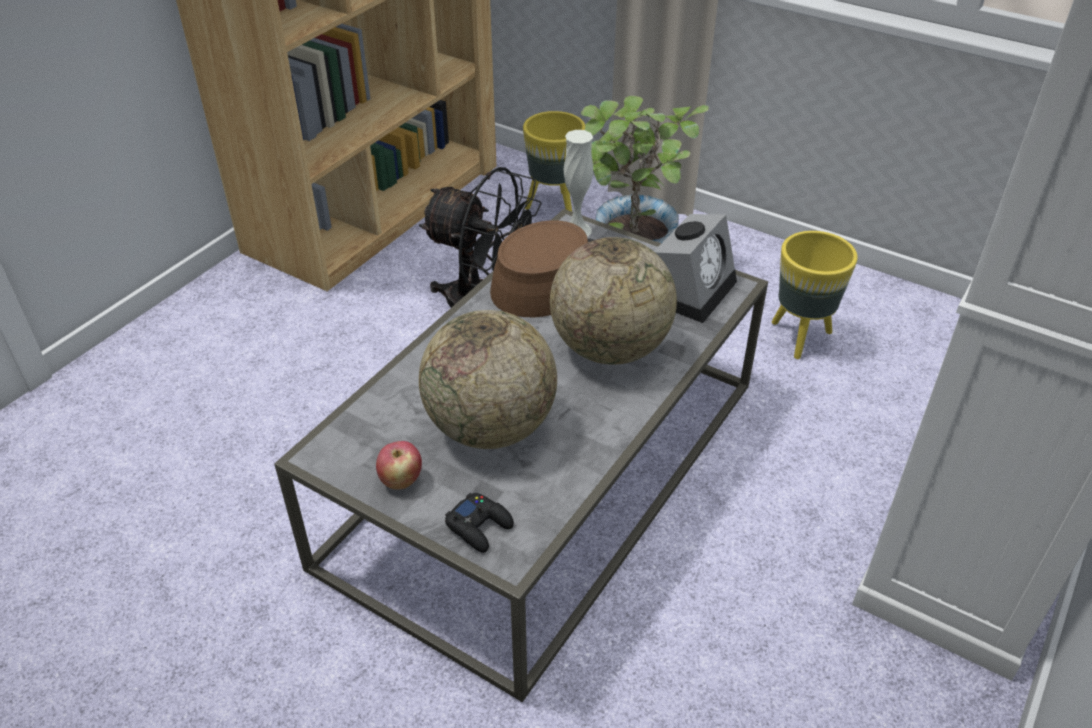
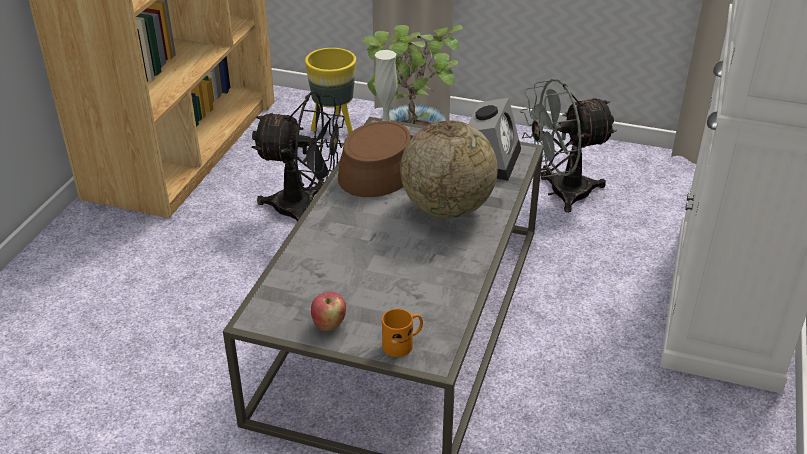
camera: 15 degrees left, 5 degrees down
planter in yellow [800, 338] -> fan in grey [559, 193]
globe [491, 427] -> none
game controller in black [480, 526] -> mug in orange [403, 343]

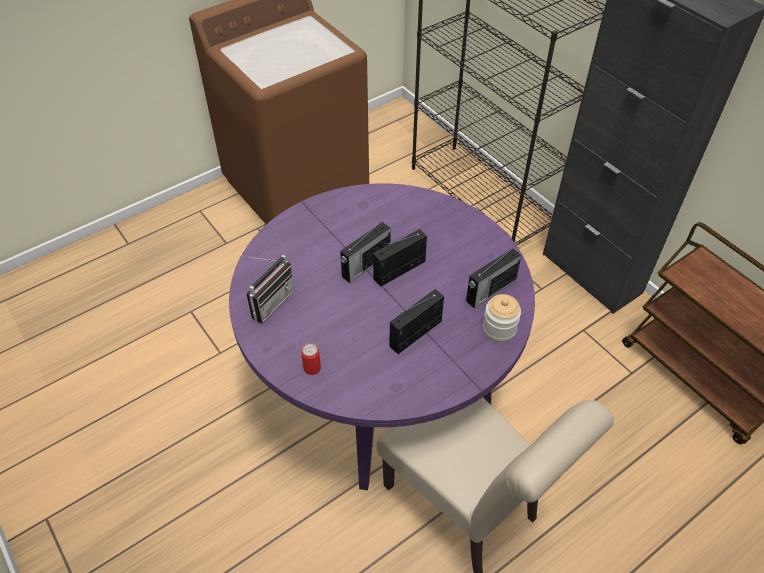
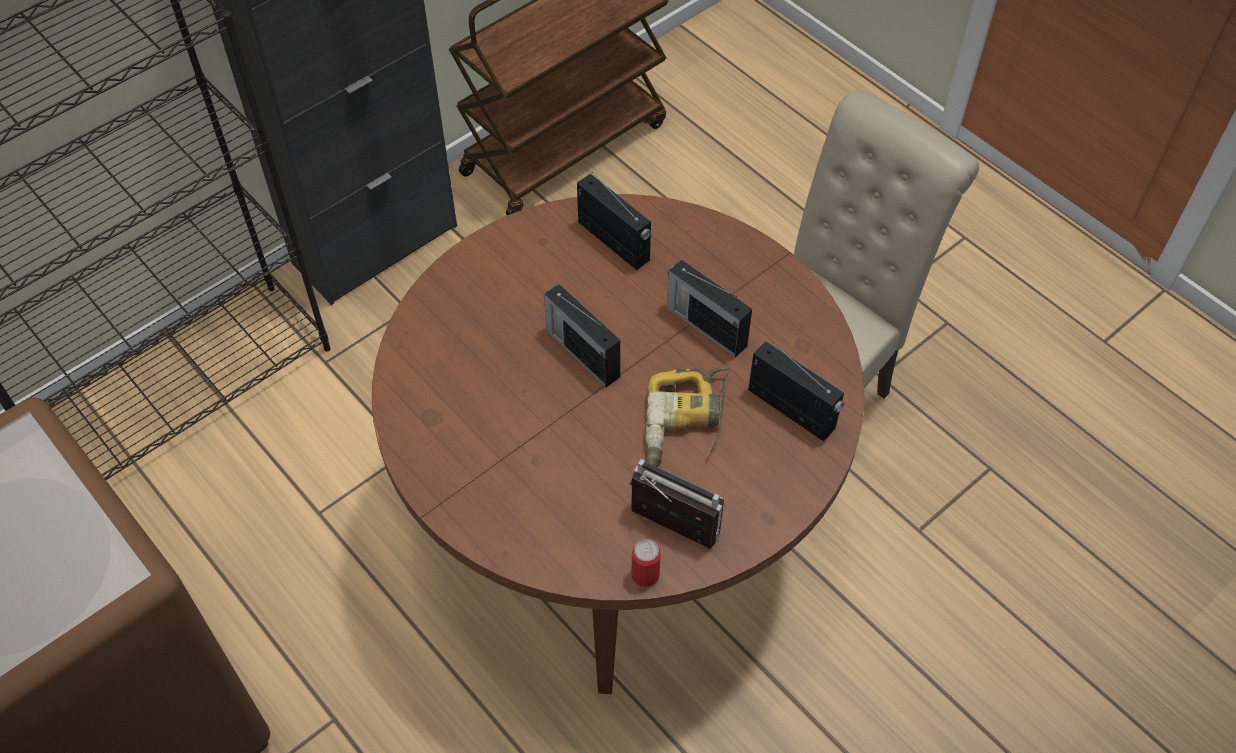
camera: 95 degrees left, 5 degrees up
dining table in purple [382, 387] -> dining table in brown [617, 524]
radio [365, 265] -> radio [792, 410], move
jar [499, 329] -> none
can [312, 368] -> can [645, 574], move
none -> power drill [685, 424]

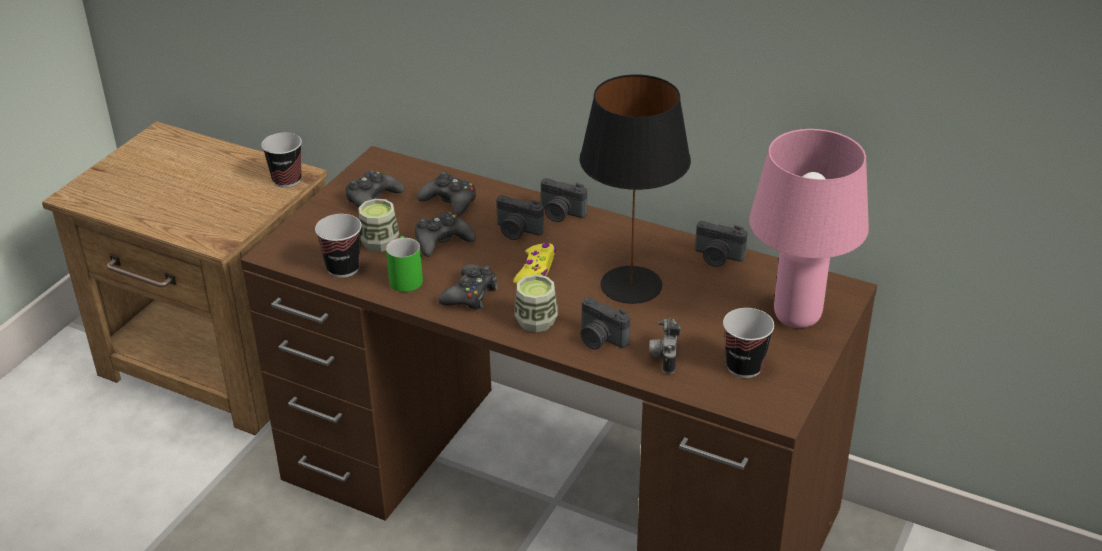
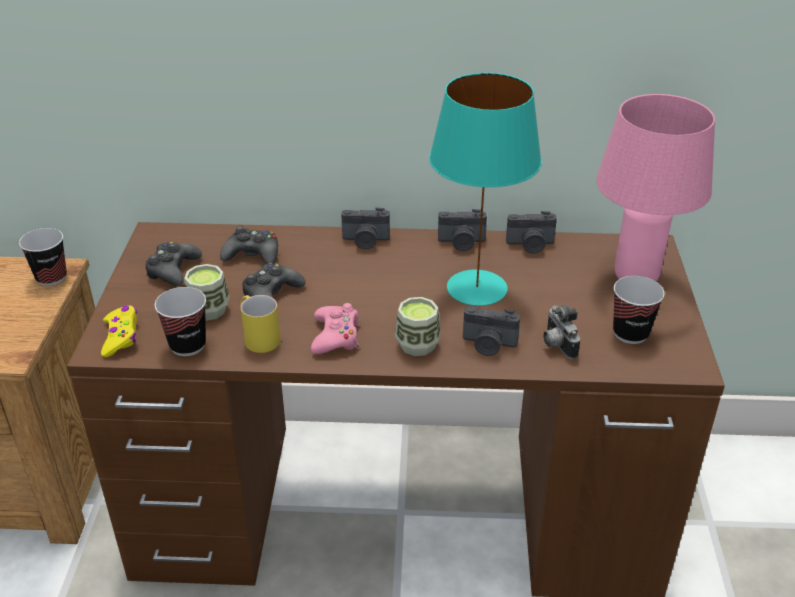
camera: 25 degrees left, 0 degrees up
table lamp in black [631, 286] -> table lamp in turquoise [477, 288]
photo camera [517, 231] -> photo camera [461, 243], move
mug in green [405, 276] -> mug in yellow [258, 336]
game controller in yellow [535, 270] -> game controller in yellow [121, 336], move
game controller in black [470, 295] -> game controller in pink [336, 337]

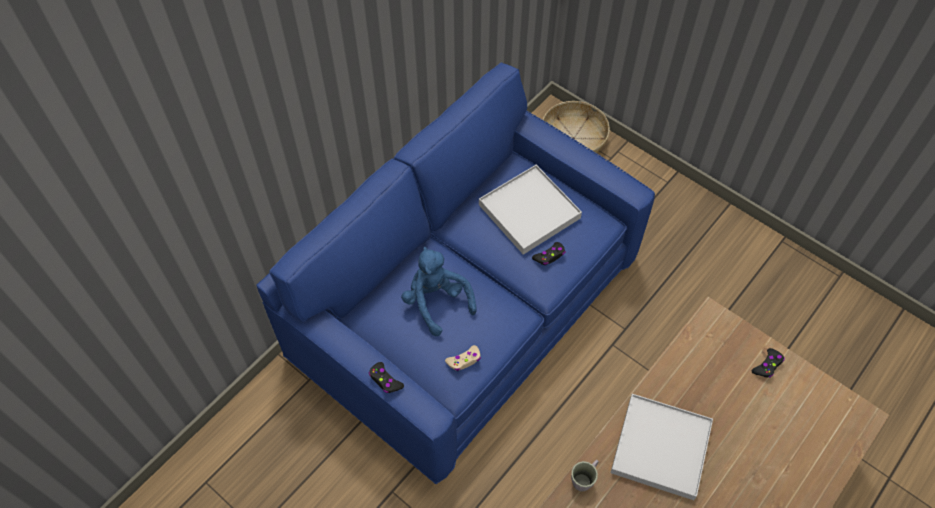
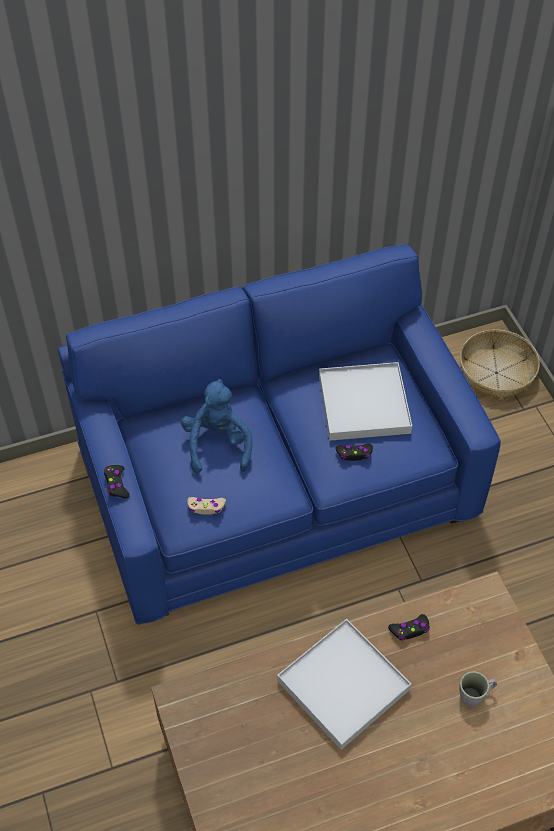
camera: 30 degrees right, 5 degrees down
game controller in black [767, 365] -> game controller in black [410, 630], move
mug in grey [584, 478] -> mug in grey [475, 695], move

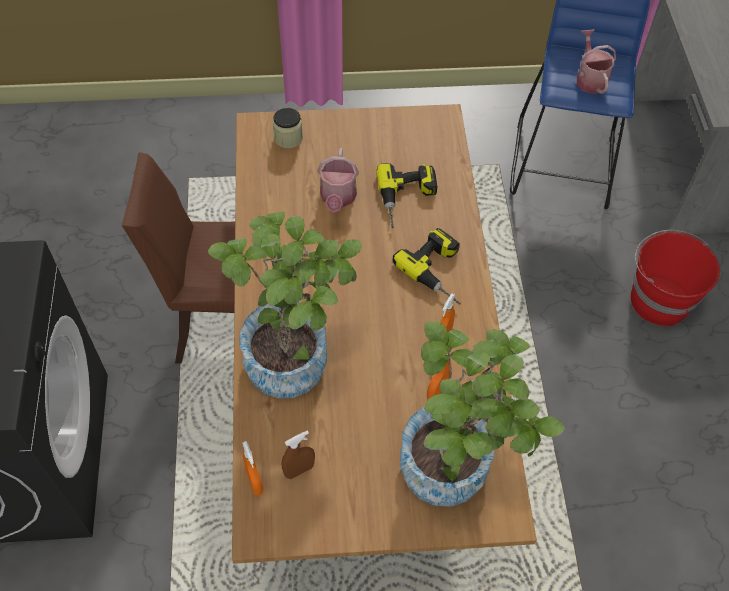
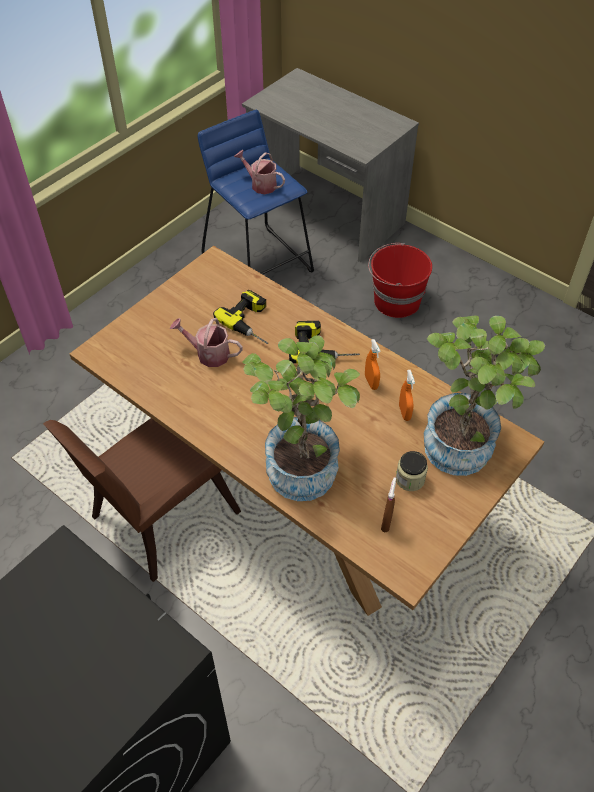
camera: 45 degrees left, 5 degrees down
jar [288, 138] -> jar [410, 479], move
watering can [338, 198] -> watering can [208, 354], 150 degrees clockwise
spray bottle in orange [255, 482] -> none

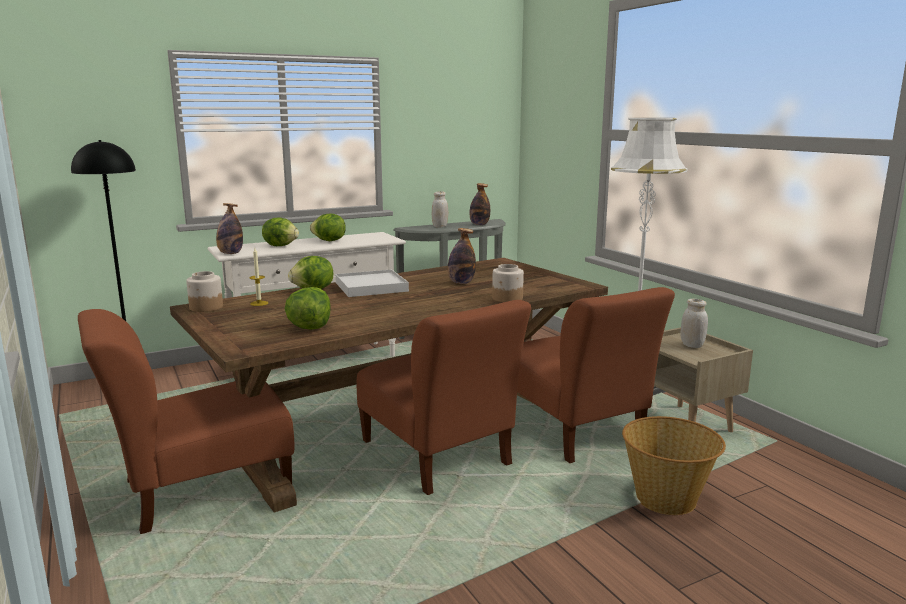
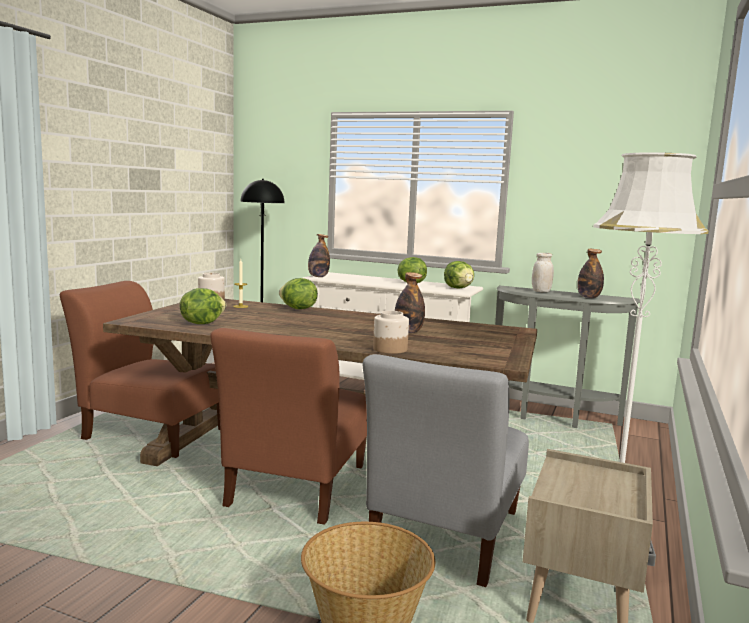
camera: 50 degrees right, 5 degrees down
lettuce [281, 245] -> lettuce [459, 288], move
tray in white [371, 287] -> none
chair in brown [575, 431] -> chair in grey [443, 537]
jar in white [692, 345] -> none

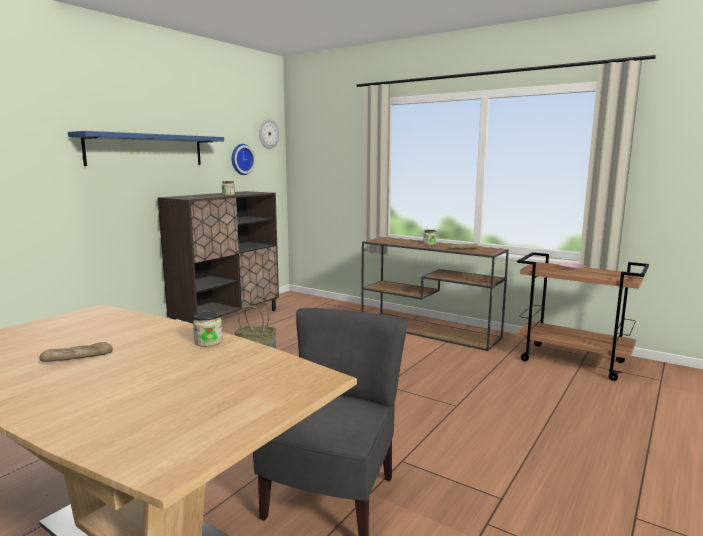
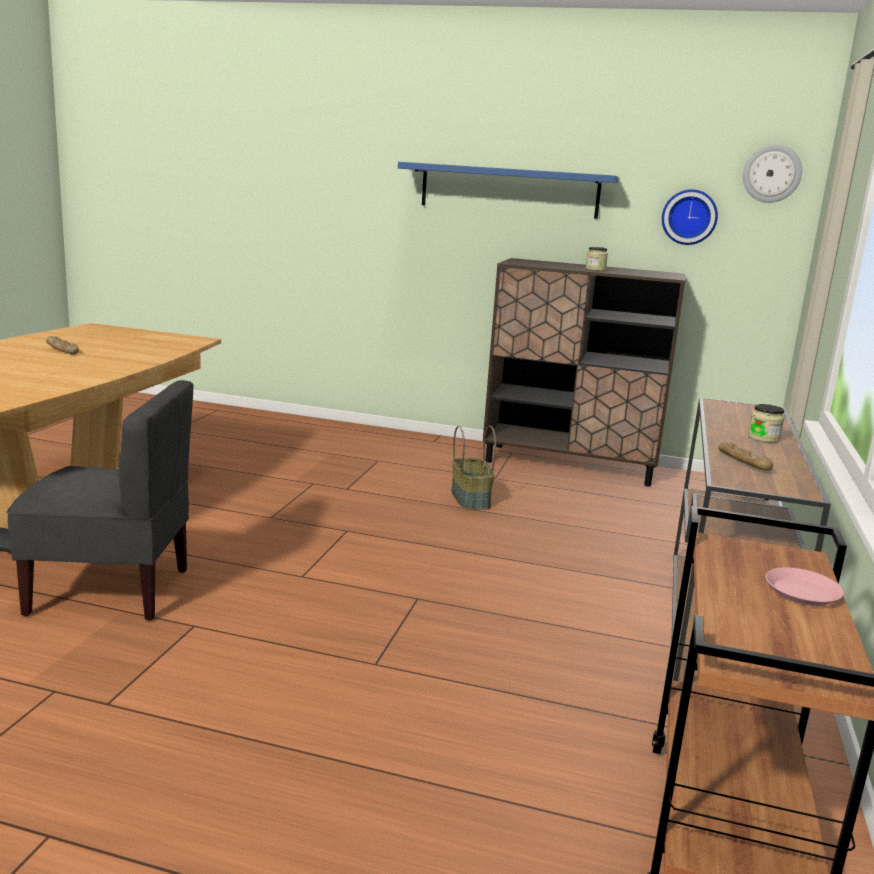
camera: 70 degrees right, 5 degrees up
jar [208, 342] -> none

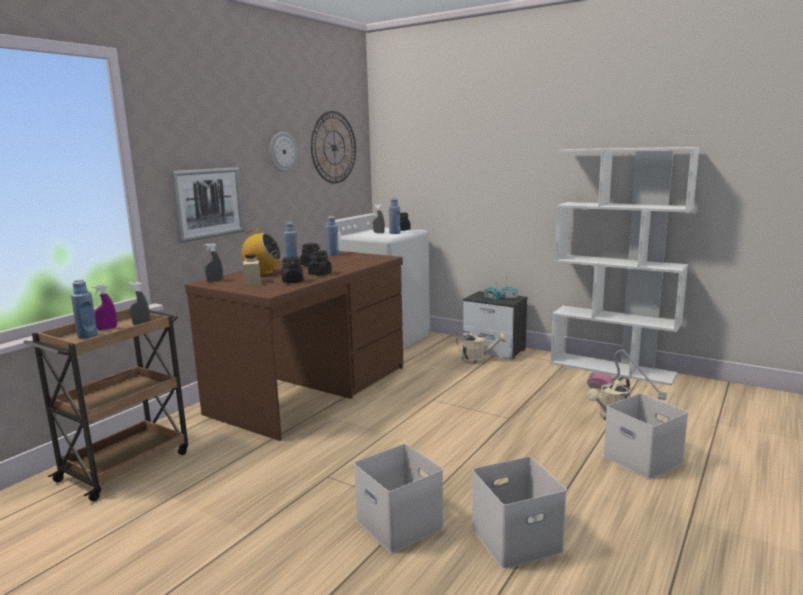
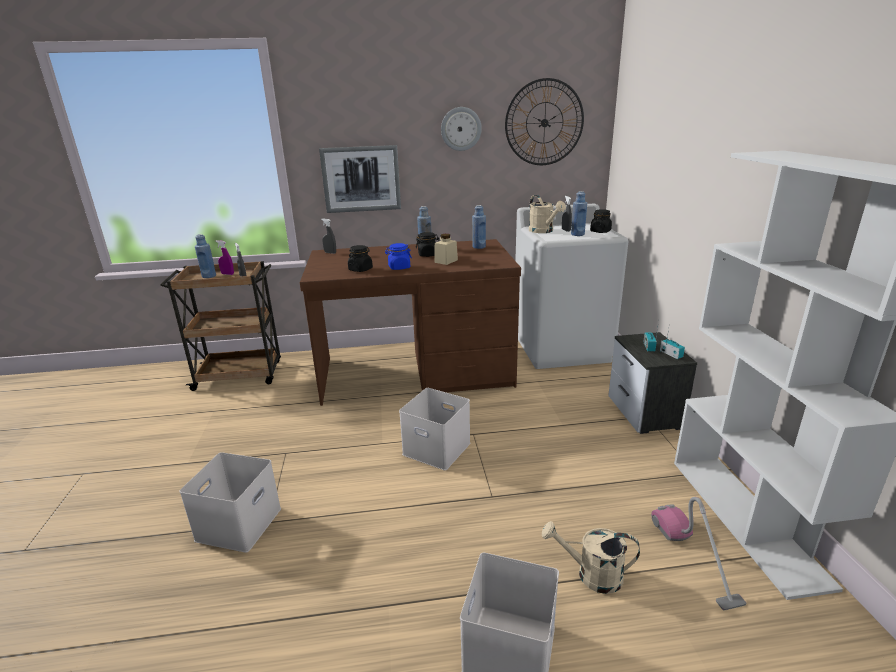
camera: 50 degrees right, 10 degrees up
radio [263, 273] -> none
jar in black [320, 274] -> jar in blue [399, 267]
jar in beige [252, 283] -> jar in beige [446, 261], move
watering can in beige [478, 360] -> watering can in beige [544, 231], move
storage box in white [517, 538] -> storage box in white [438, 448], move

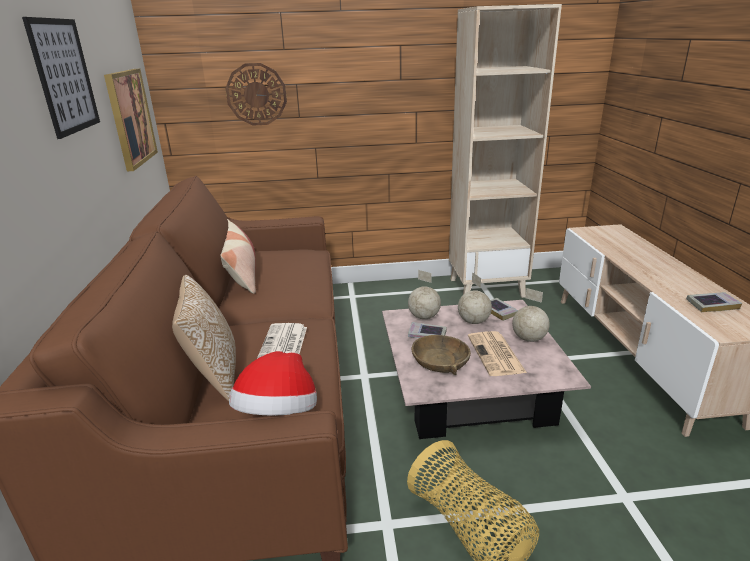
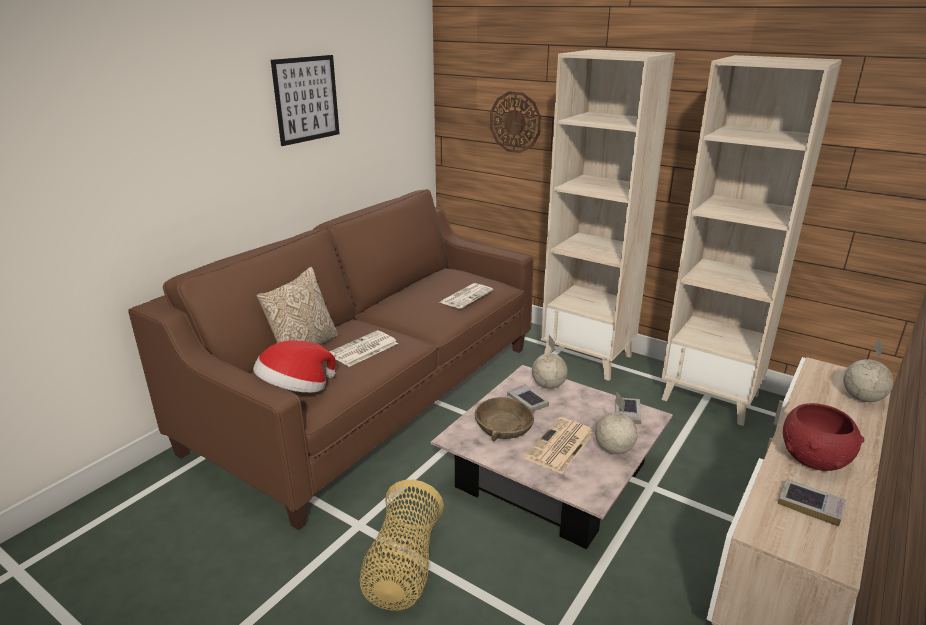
camera: 40 degrees right, 0 degrees up
picture [130, 118] -> none
pillow [242, 274] -> none
globe [473, 321] -> globe [862, 398], move
none -> bookcase in beige [588, 357]
none -> newspaper [466, 296]
none -> bowl in red [815, 460]

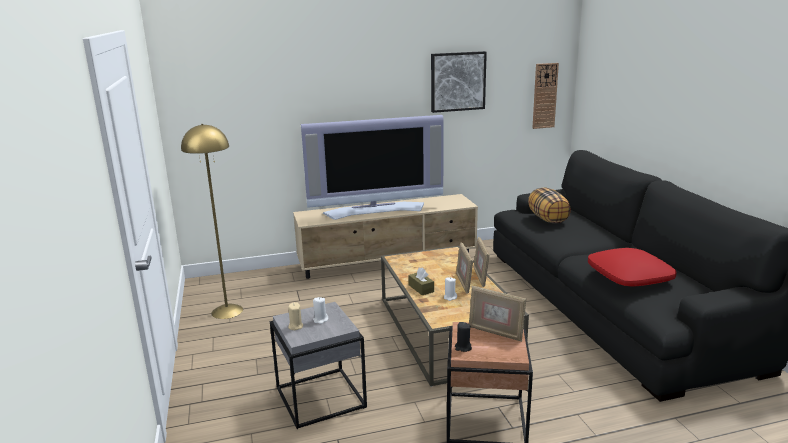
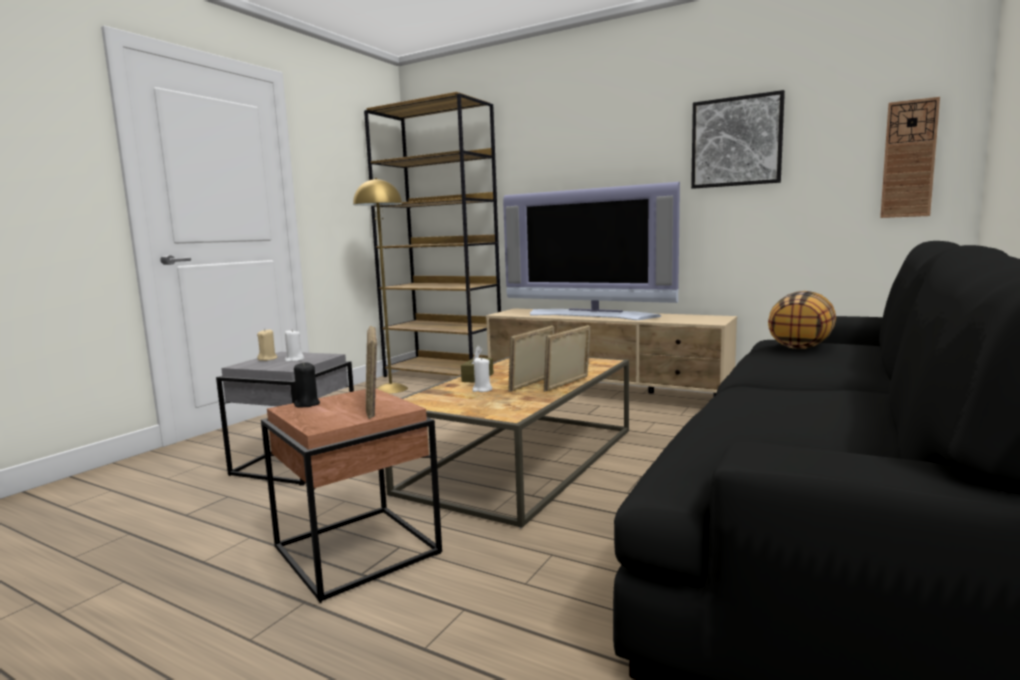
camera: 45 degrees right, 10 degrees down
pillow in red [629, 276] -> none
none -> bookcase in brown [444, 375]

